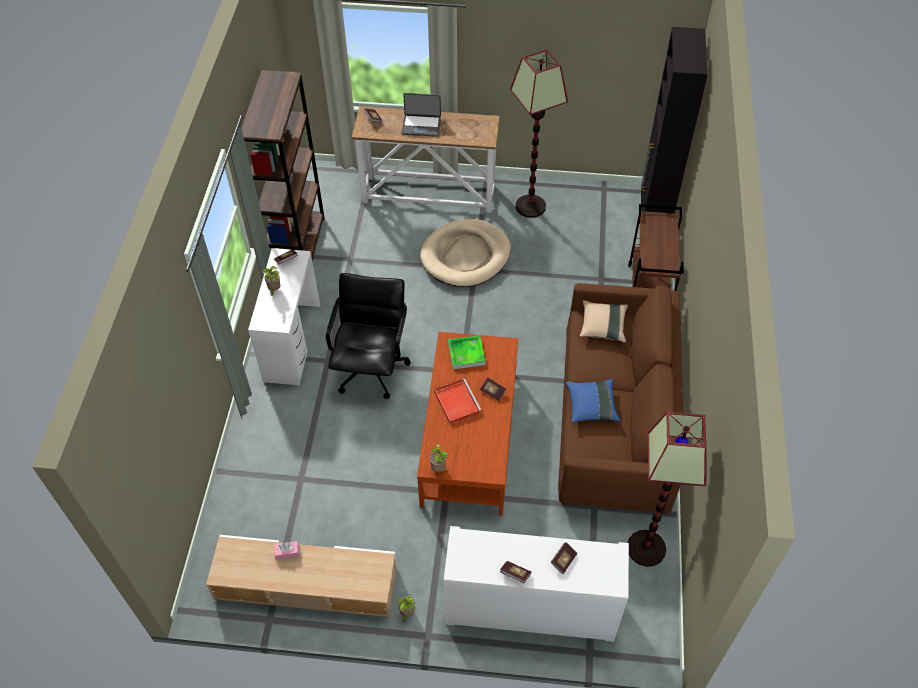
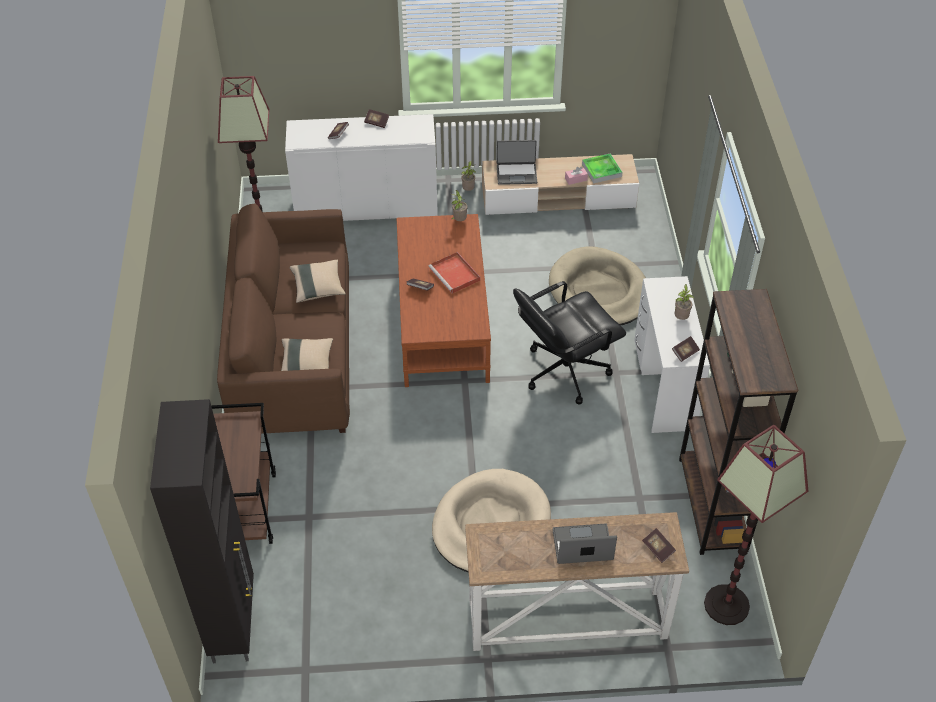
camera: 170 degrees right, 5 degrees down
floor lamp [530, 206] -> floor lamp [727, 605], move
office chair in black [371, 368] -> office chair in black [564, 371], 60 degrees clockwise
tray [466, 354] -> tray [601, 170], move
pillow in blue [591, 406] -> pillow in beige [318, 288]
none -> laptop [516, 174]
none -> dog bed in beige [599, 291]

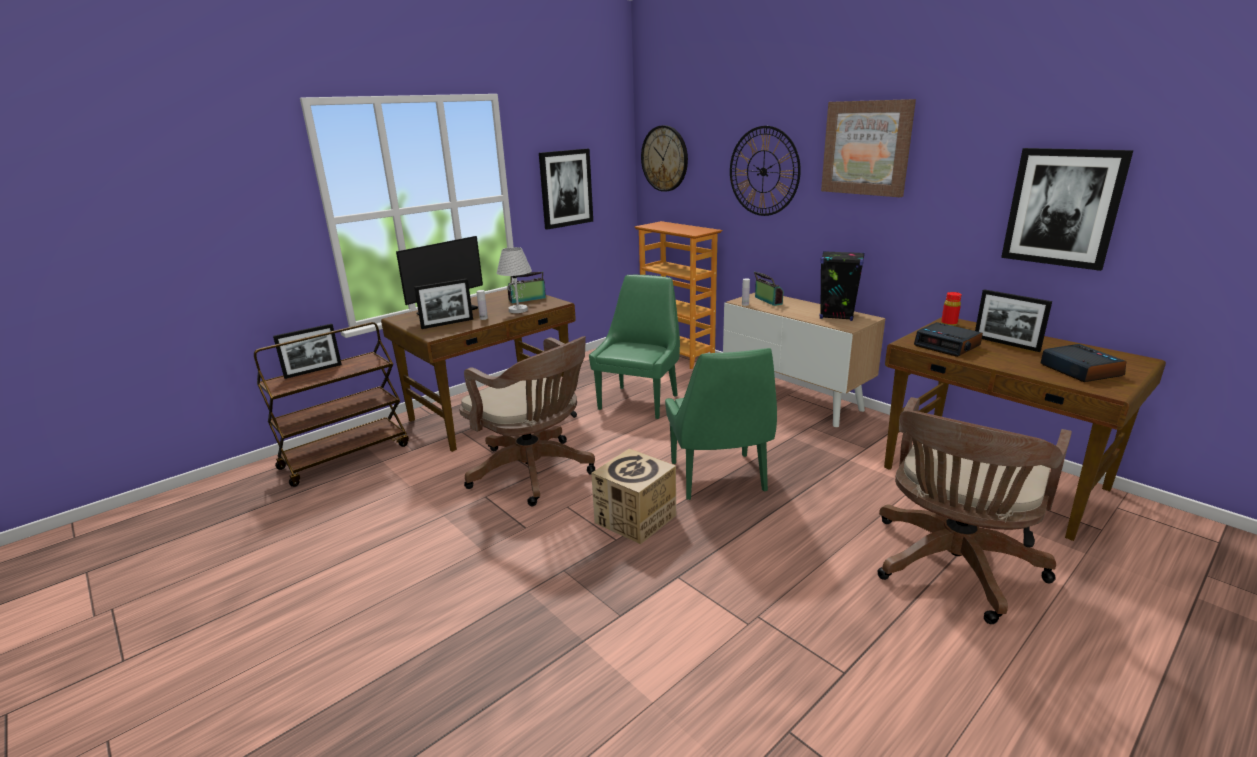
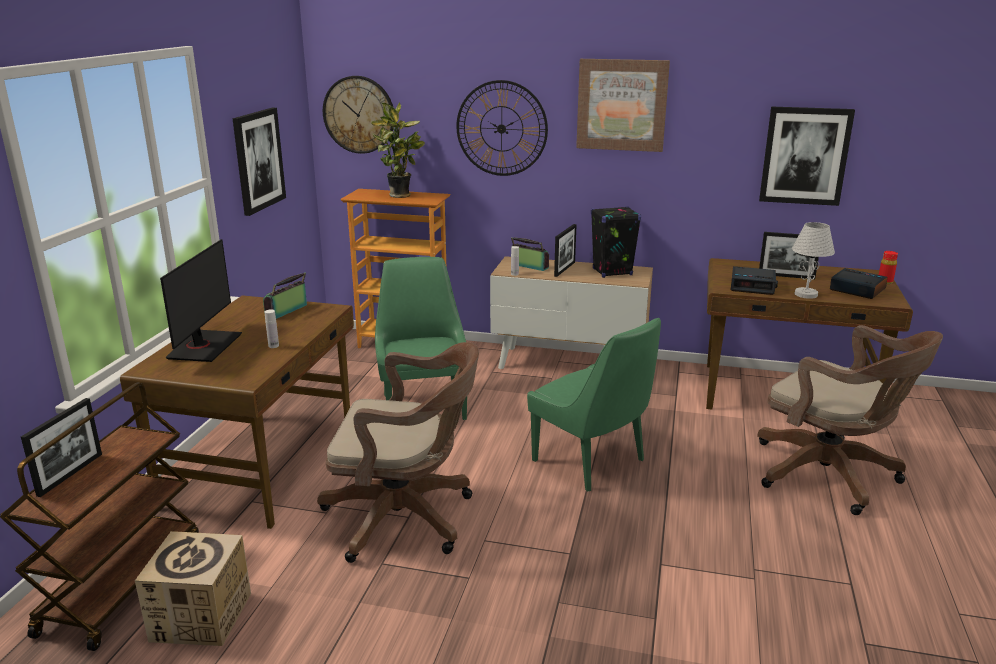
camera: 35 degrees left, 0 degrees up
table lamp in white [517, 310] -> table lamp in white [805, 294], move
picture frame [447, 324] -> picture frame [564, 269], move
bottle in red [948, 324] -> bottle in red [885, 282], move
office chair in brown [952, 568] -> office chair in brown [831, 476], 45 degrees counterclockwise
cardboard box [635, 519] -> cardboard box [201, 617], move
none -> potted plant [401, 196]

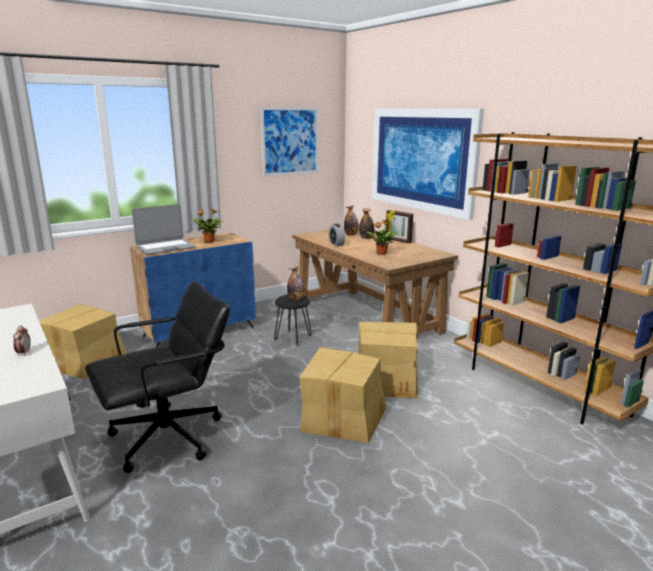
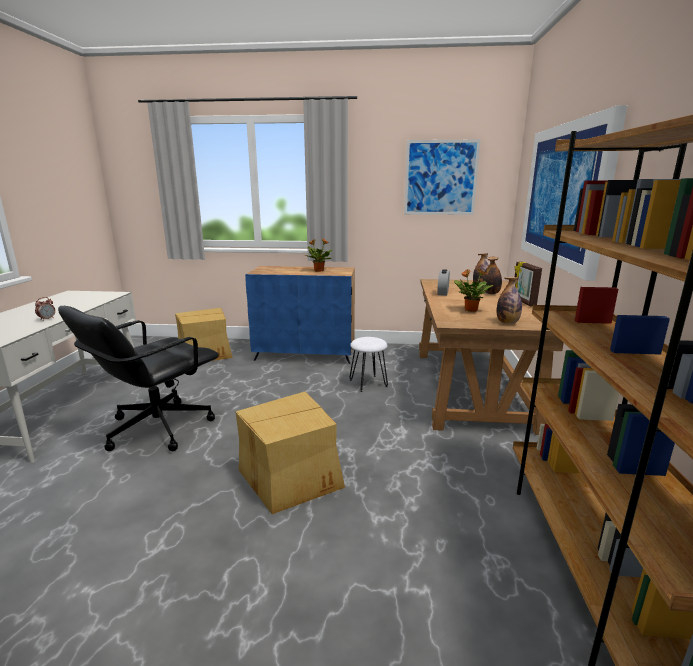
camera: 40 degrees right, 0 degrees up
laptop [166, 248] -> none
bottle [296, 299] -> bottle [507, 322], move
office chair in black [168, 437] -> office chair in black [157, 428], 120 degrees clockwise
stool in black [292, 337] -> stool in white [368, 383]
cardboard box [387, 380] -> none

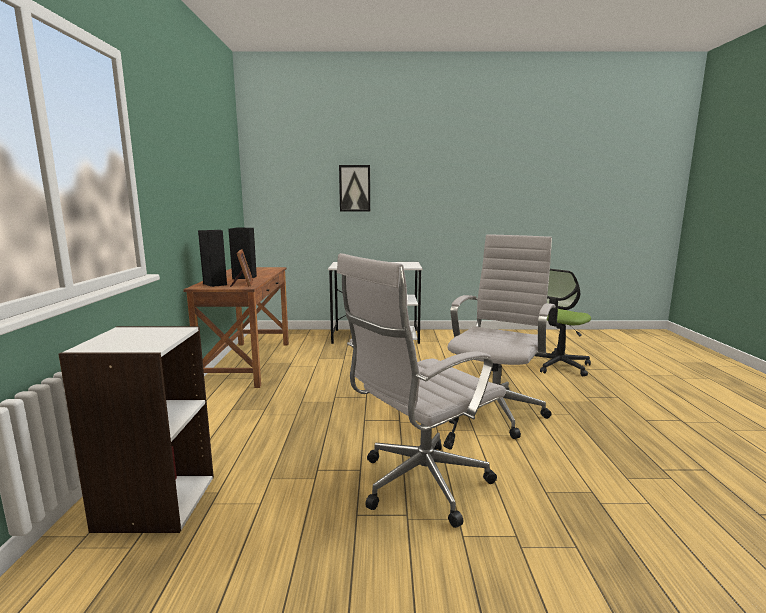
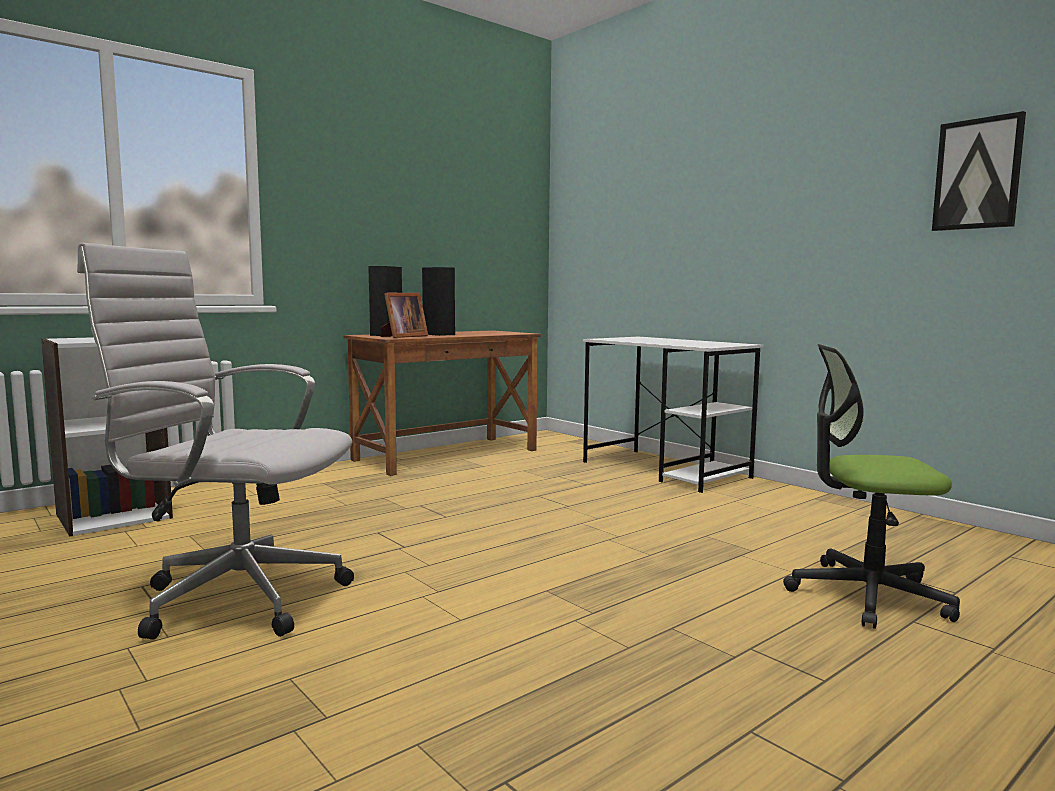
camera: 50 degrees right, 5 degrees down
picture [354, 188] -> picture [977, 174], move
office chair in white [496, 411] -> none

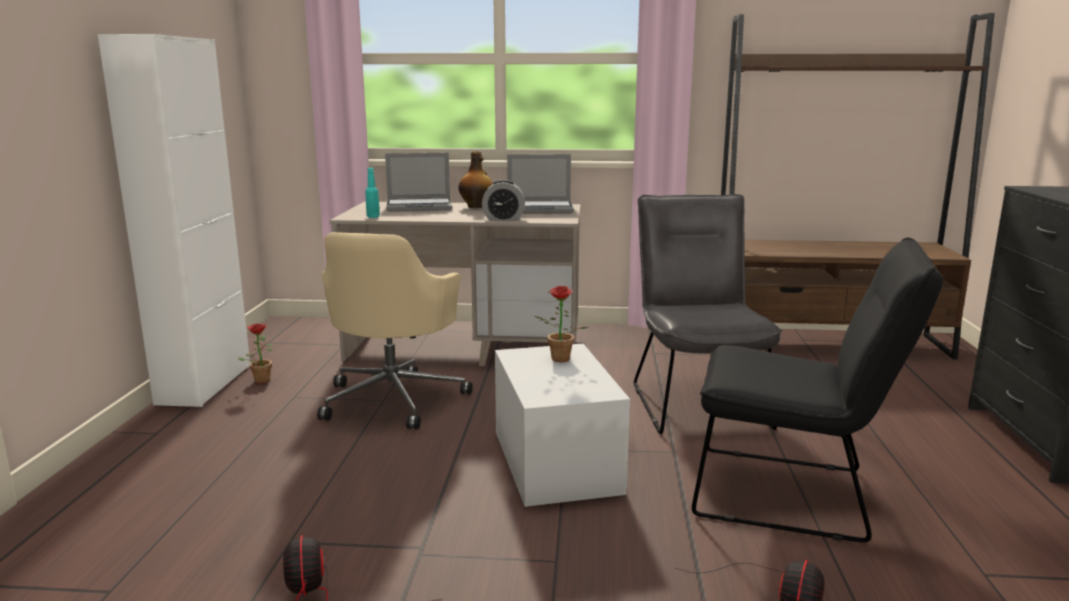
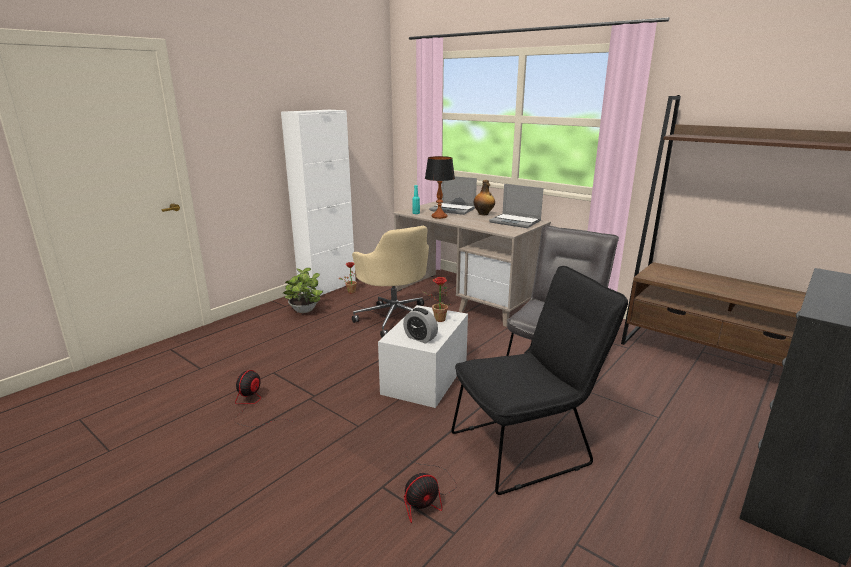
camera: 35 degrees right, 5 degrees up
alarm clock [503, 219] -> alarm clock [420, 338], move
office chair in beige [394, 399] -> office chair in beige [394, 318], 75 degrees counterclockwise
chair in black [794, 495] -> chair in black [528, 446], 75 degrees counterclockwise
none -> table lamp [439, 216]
none -> potted plant [304, 311]

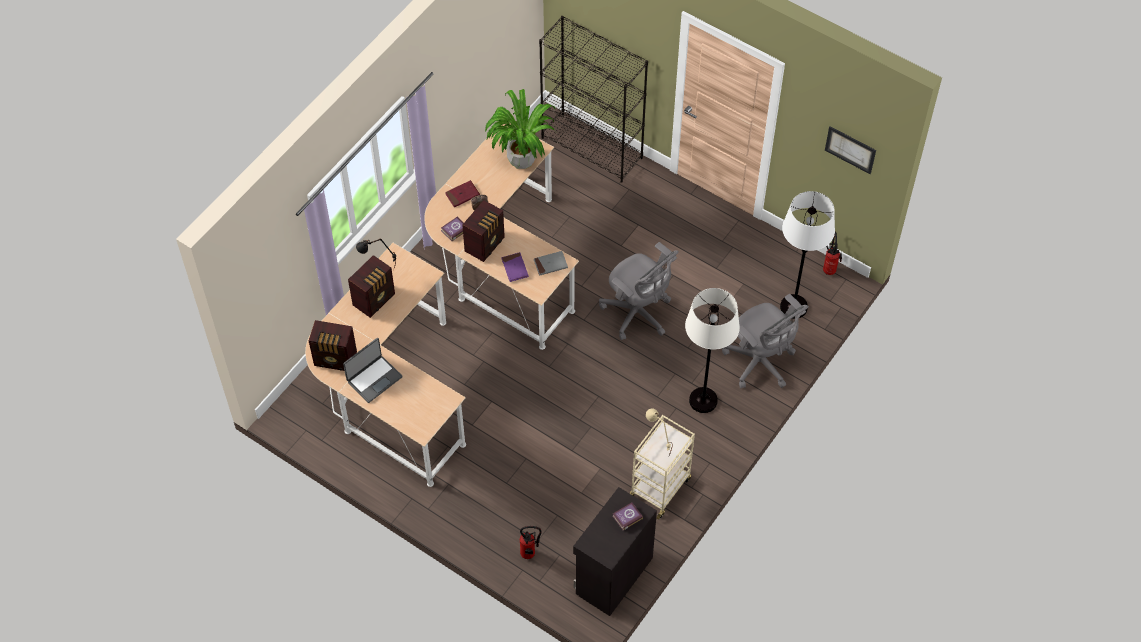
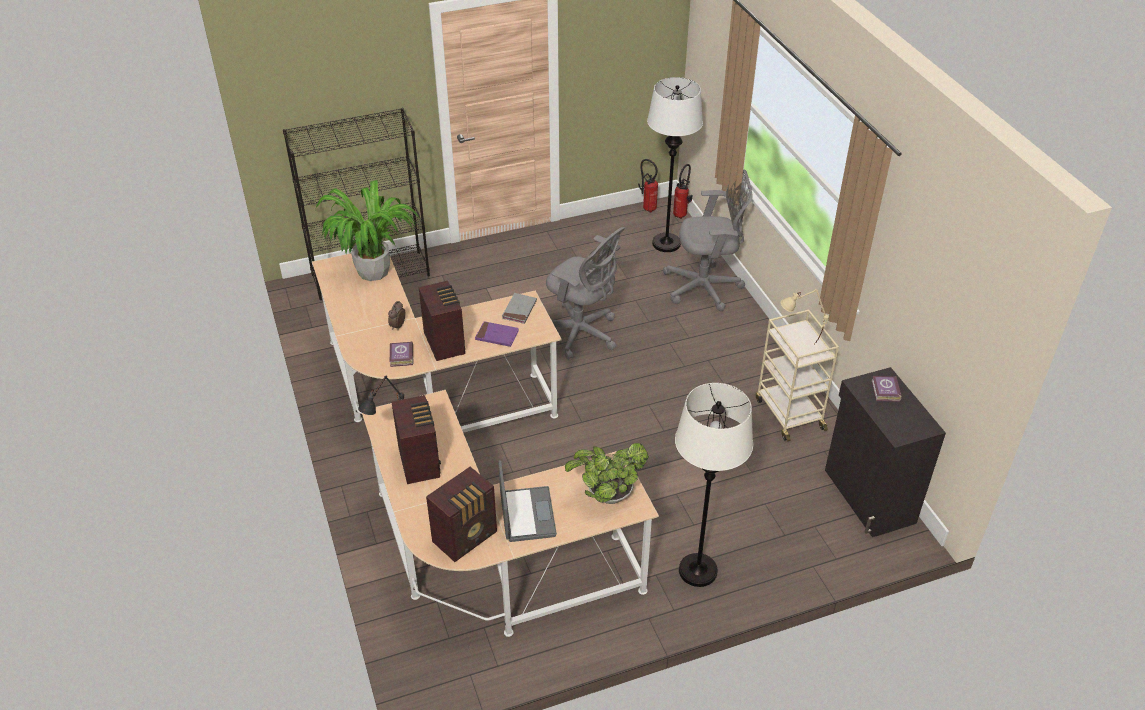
camera: 55 degrees left, 15 degrees down
picture [850, 149] -> none
book in red [462, 195] -> none
office chair in grey [638, 313] -> office chair in grey [581, 334], 45 degrees clockwise
floor lamp in white [703, 400] -> floor lamp in white [697, 571], move
fire extinguisher [530, 554] -> fire extinguisher [681, 215], move
none -> potted plant [606, 496]

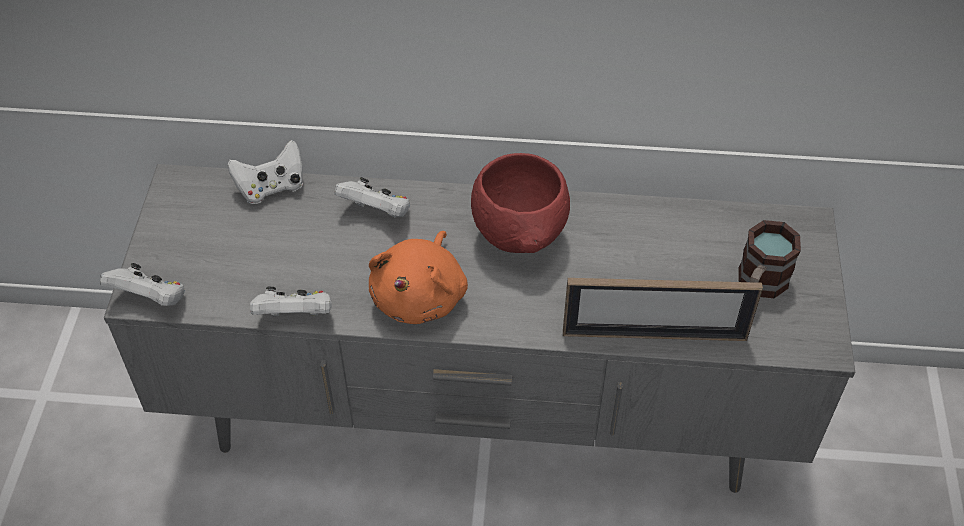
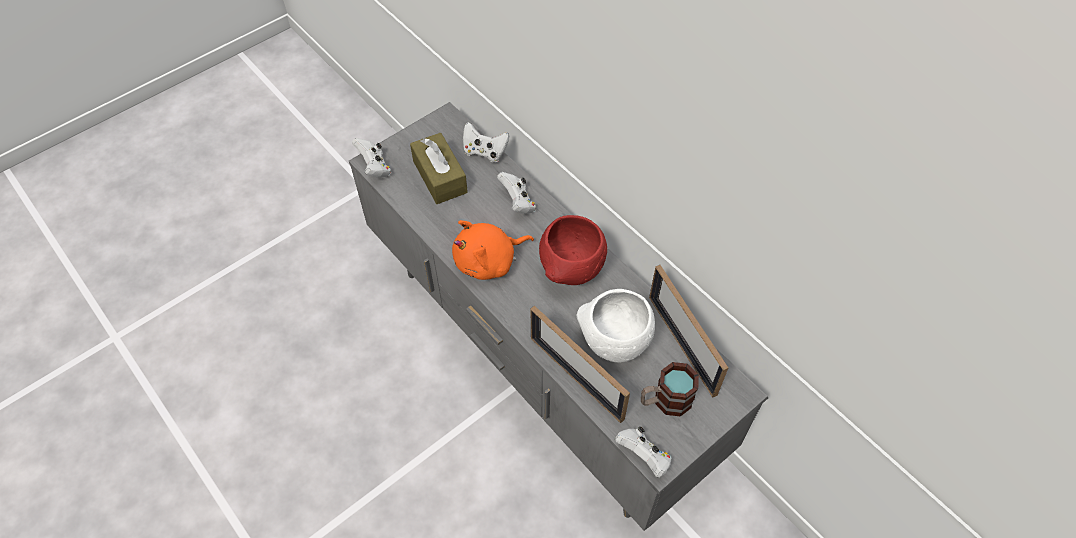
camera: 45 degrees right, 5 degrees up
game controller in white [295, 317] -> game controller in white [643, 457], move
none -> tissue box in brown [440, 177]
none -> picture frame [682, 344]
none -> bowl in white [614, 343]

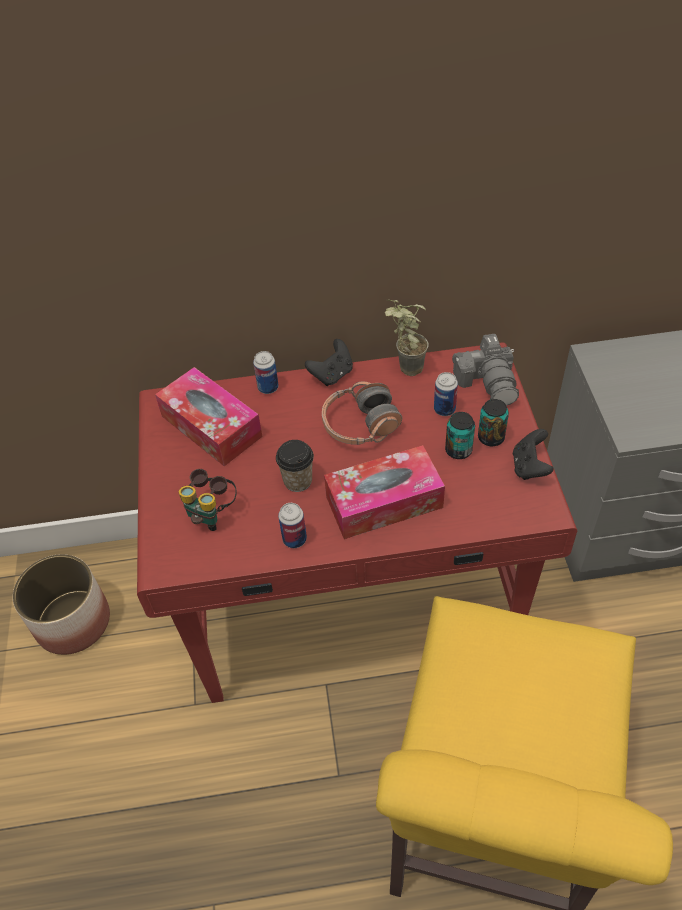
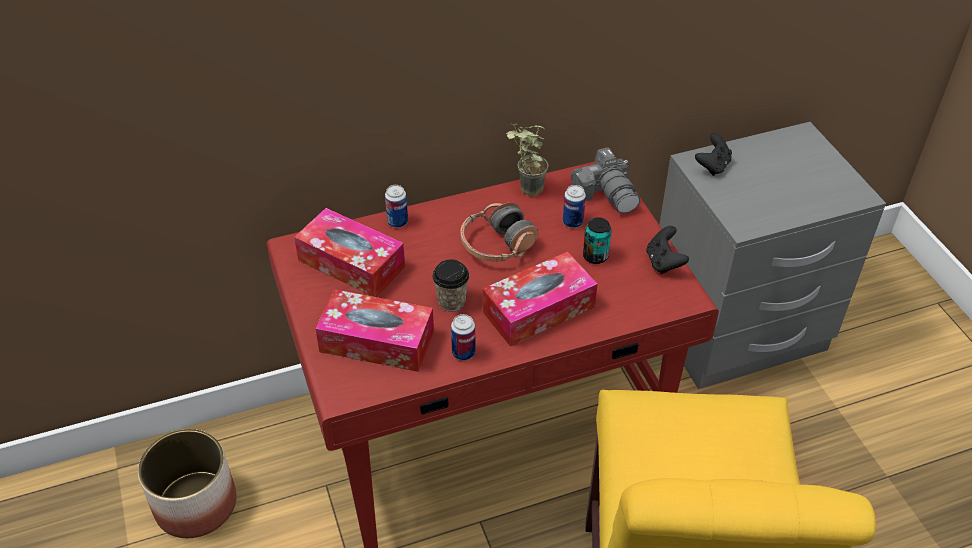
camera: 15 degrees left, 5 degrees down
game controller in black [332, 375] -> game controller in black [712, 166], move
can [491, 437] -> none
binoculars [212, 514] -> tissue box [377, 341]

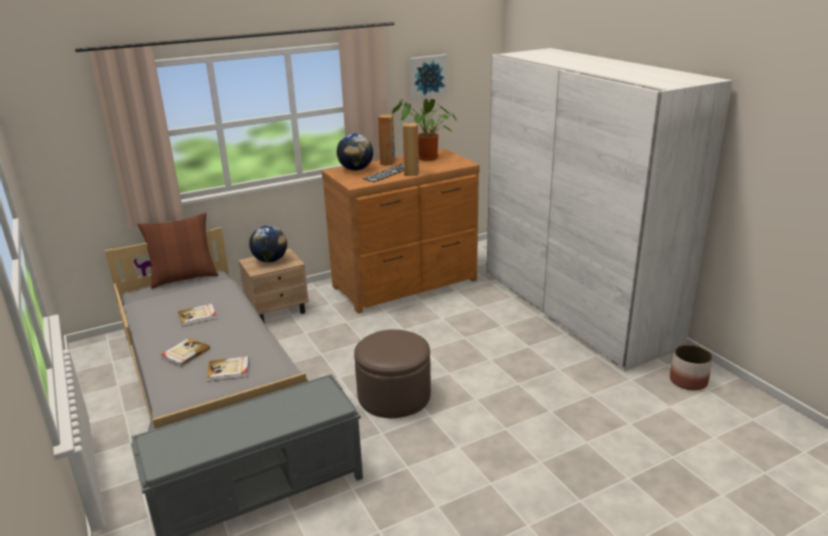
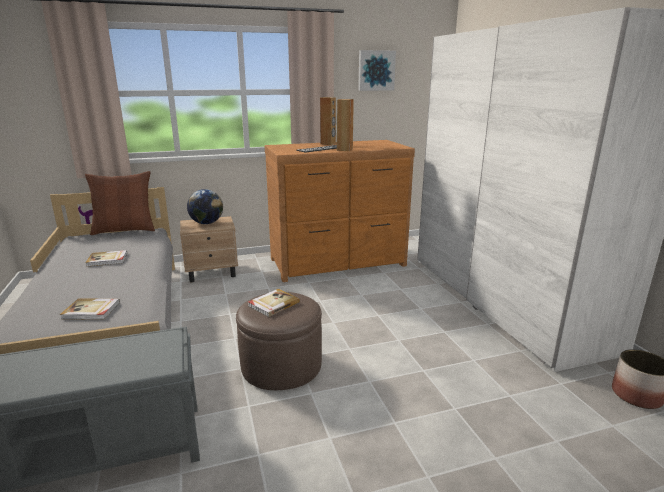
camera: 10 degrees right, 5 degrees down
potted plant [425, 158] -> none
globe [356, 169] -> none
book [185, 353] -> book [273, 304], move

